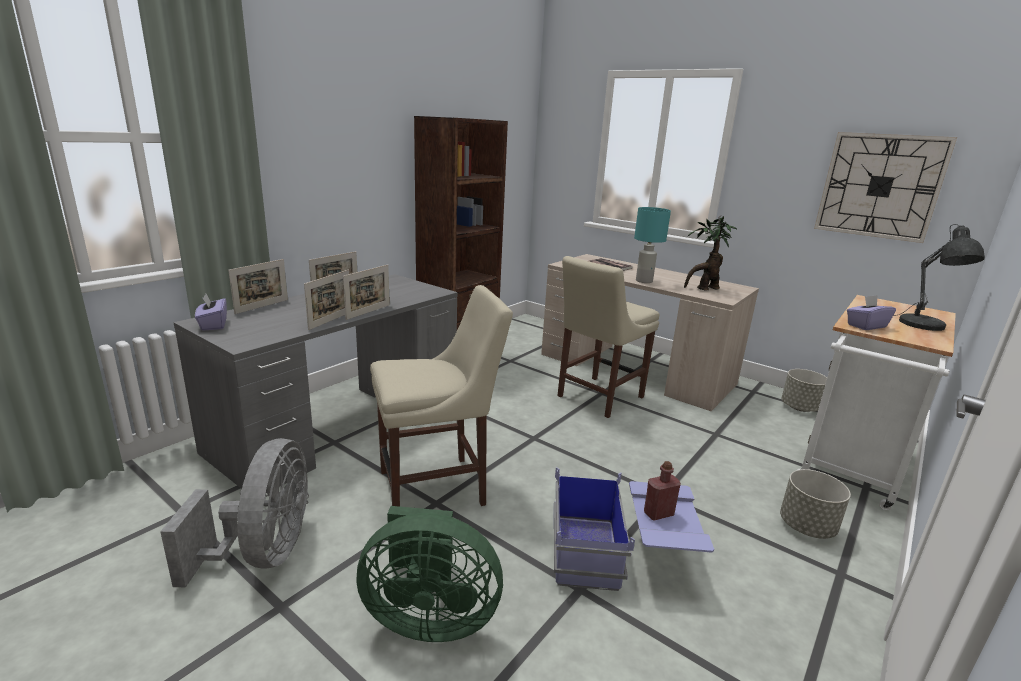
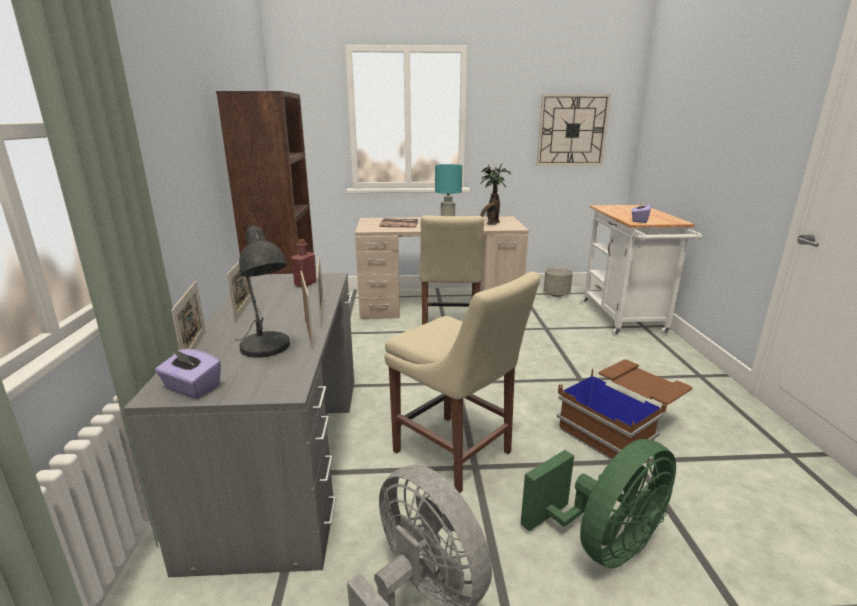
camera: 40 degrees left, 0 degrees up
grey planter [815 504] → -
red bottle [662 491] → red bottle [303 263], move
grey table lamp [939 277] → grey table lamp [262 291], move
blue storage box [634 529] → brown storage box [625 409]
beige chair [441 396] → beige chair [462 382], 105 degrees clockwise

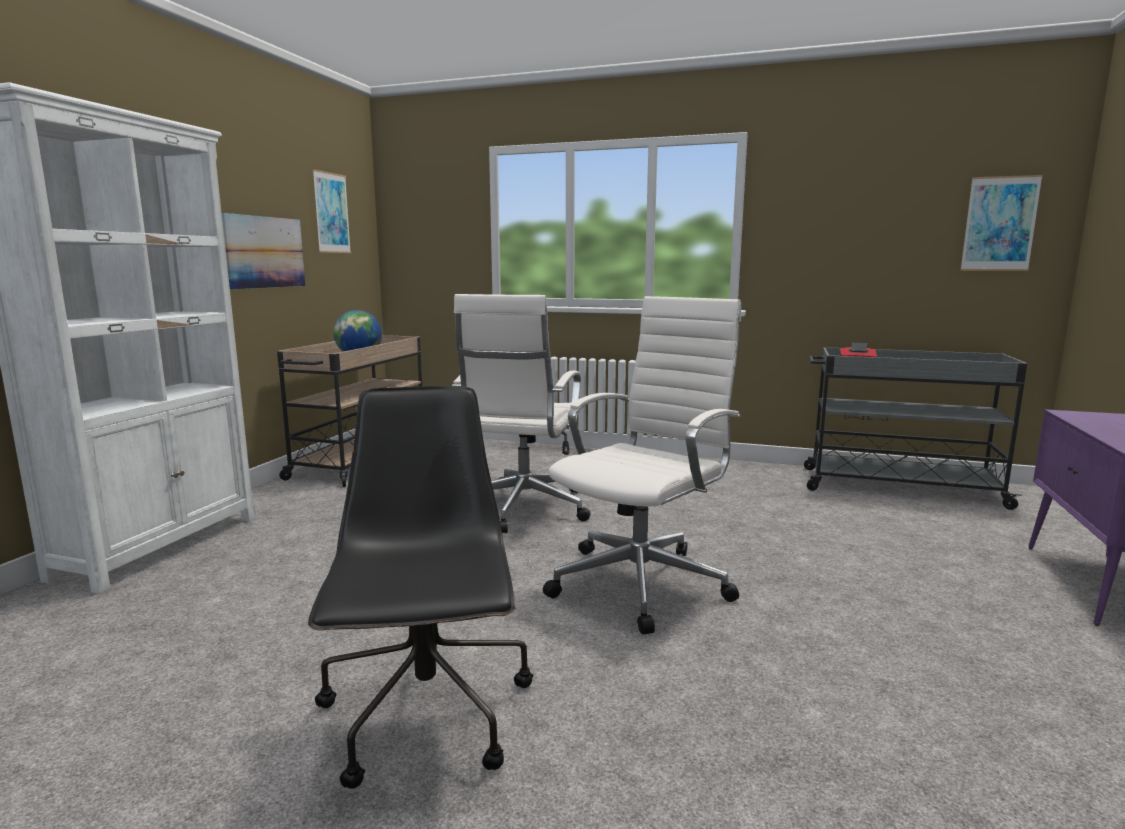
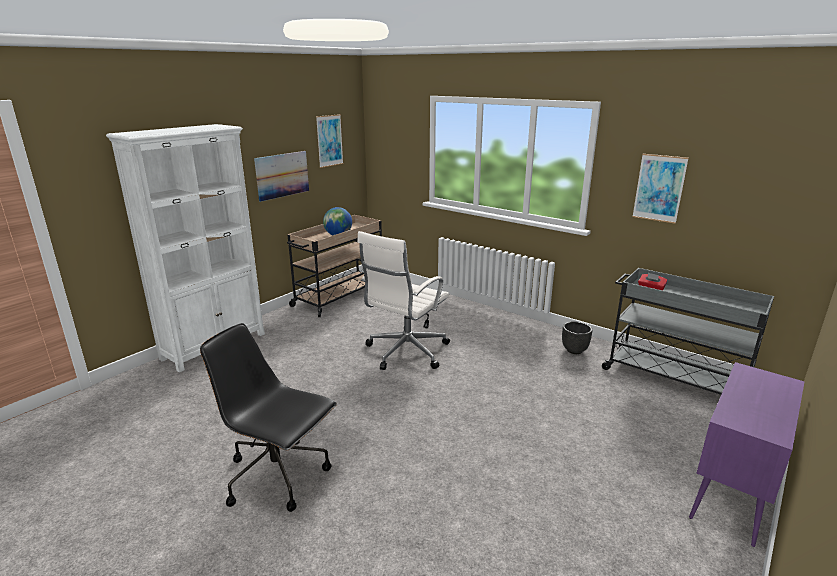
camera: 20 degrees right, 10 degrees up
white office chair [642 465] → -
- → black planter [577 337]
picture [1001 223] → picture [660 189], move
black office chair [420 587] → black office chair [268 417], 75 degrees counterclockwise

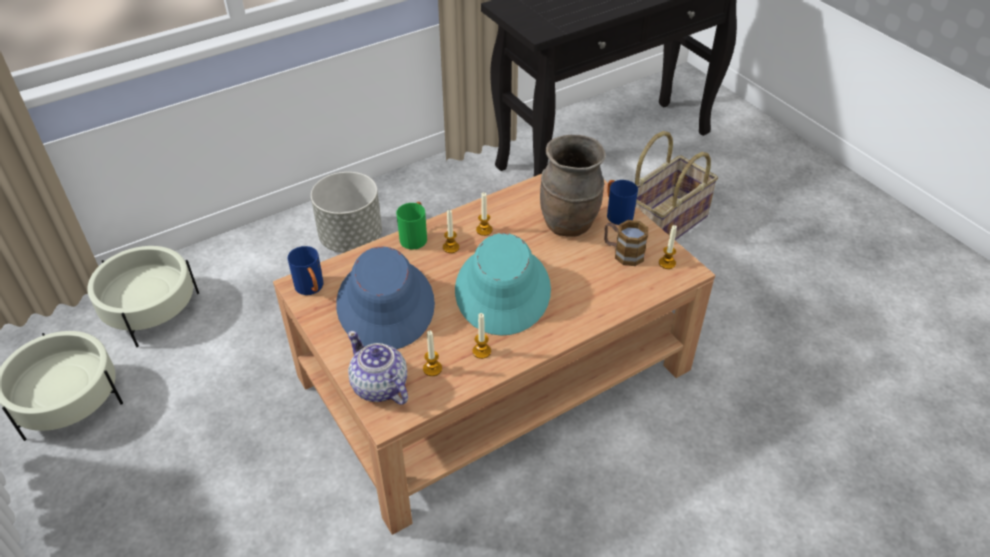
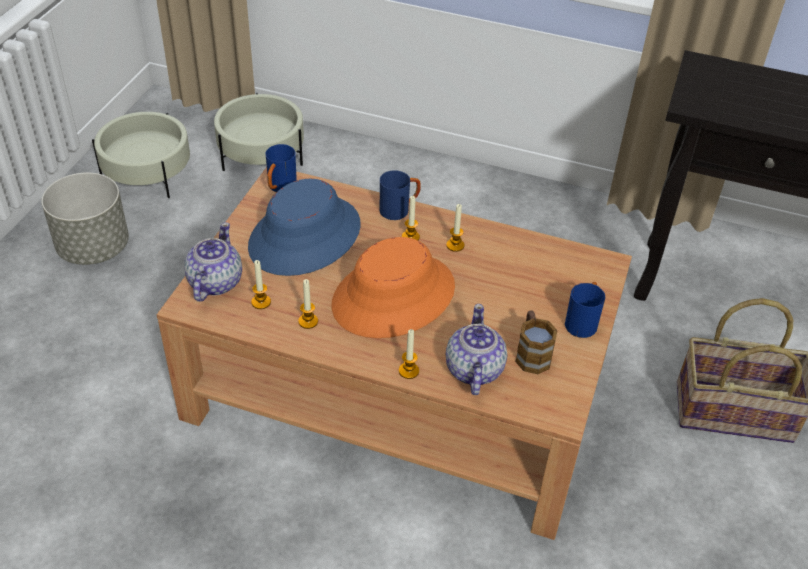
camera: 50 degrees right, 0 degrees up
brown vase [573 186] → -
- → teapot [476 349]
grey planter [346 212] → grey planter [85 219], move
candle [668 247] → candle [409 354], move
green mug [411 226] → blue mug [400 195]
turquoise hat [503 284] → orange hat [393 287]

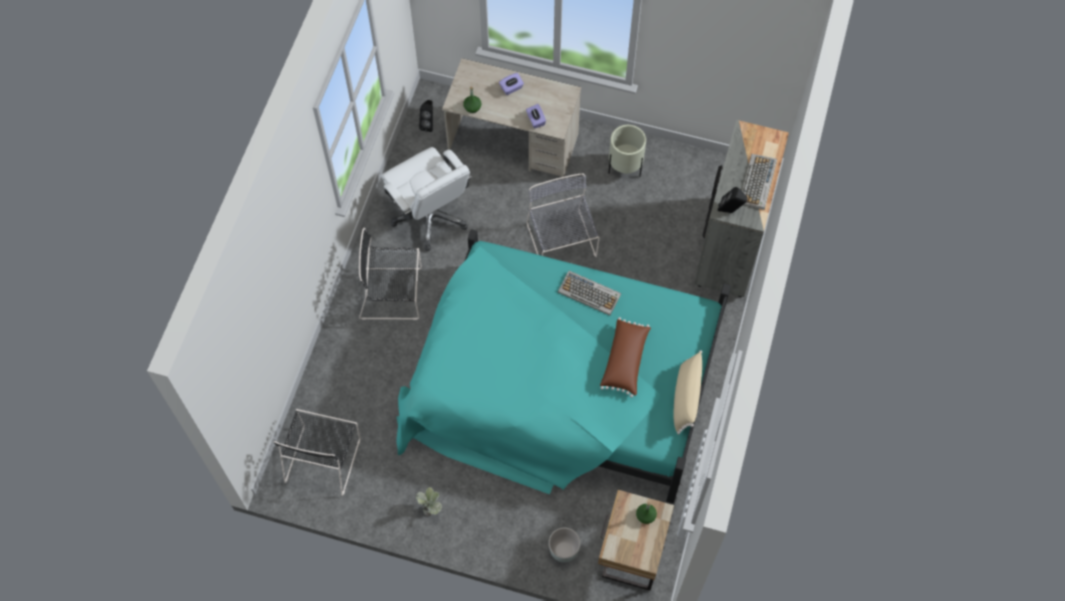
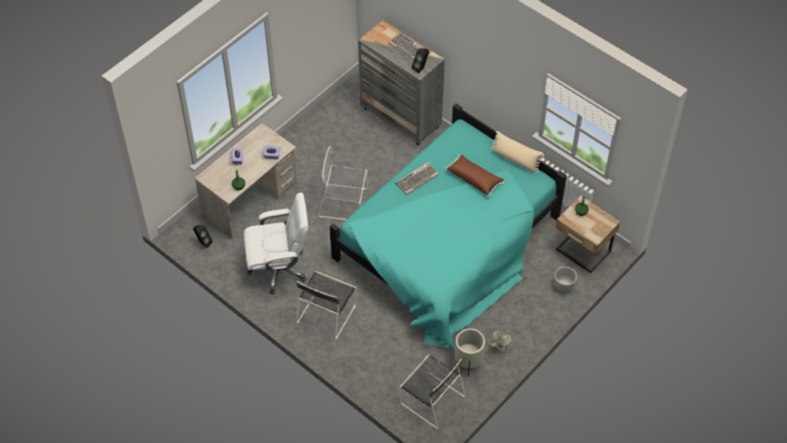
camera: 65 degrees left, 10 degrees down
beige planter [627 151] → beige planter [470 352], move

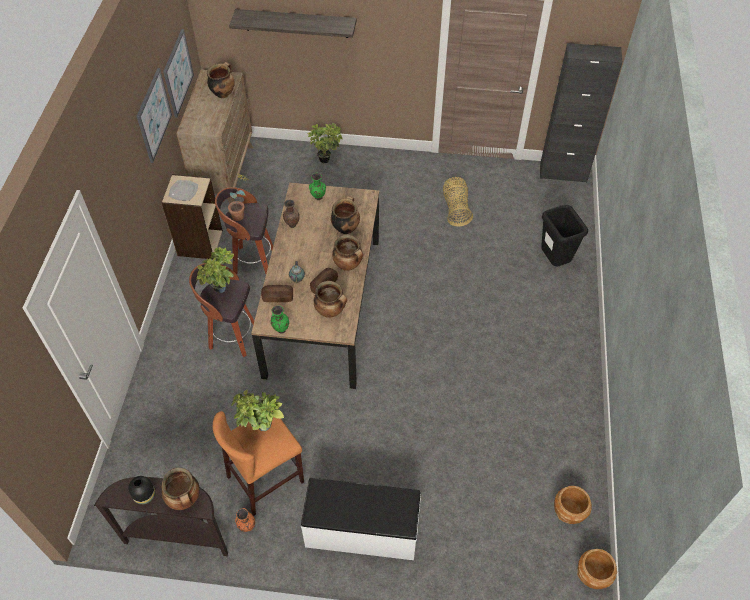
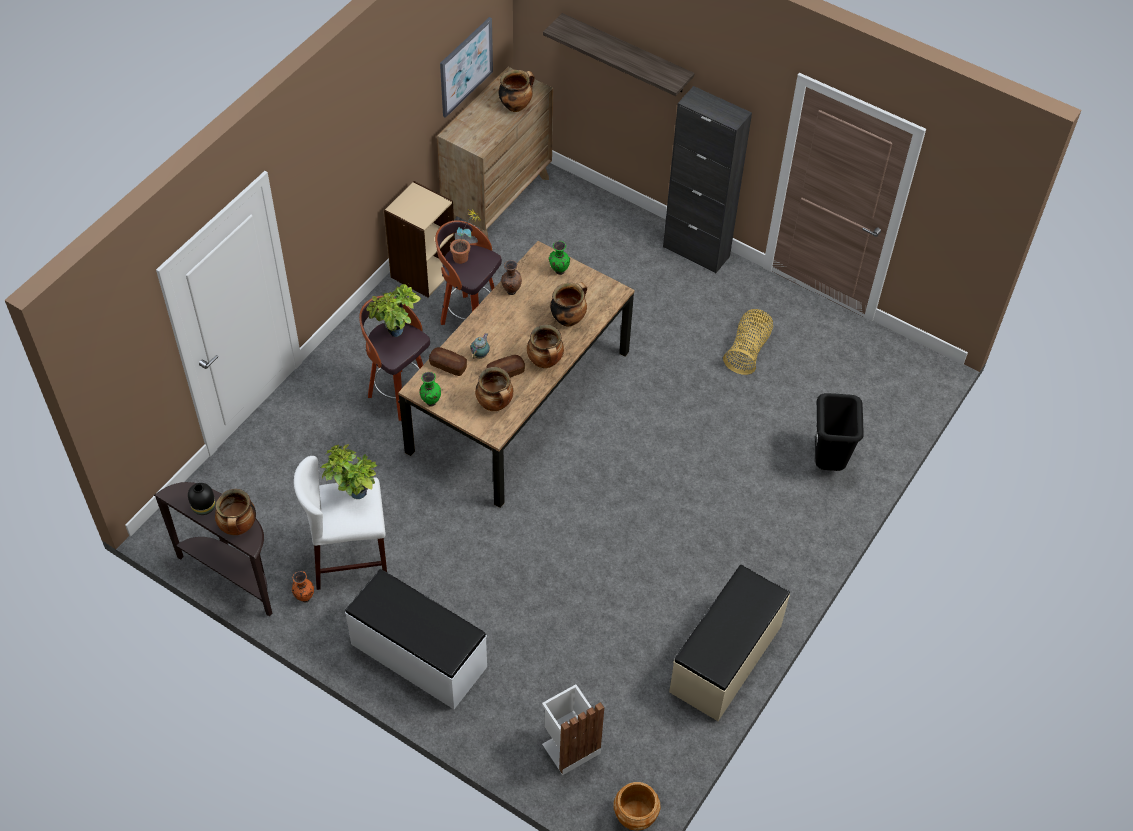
camera: 25 degrees right, 0 degrees up
picture [154 115] → -
plate [183 190] → -
potted plant [324 143] → -
brown planter [573 505] → -
- → white trash can [573 729]
- → beige bench [729 643]
black cabinet [581 113] → black cabinet [707 180], move
orange stool [258 463] → white stool [340 523]

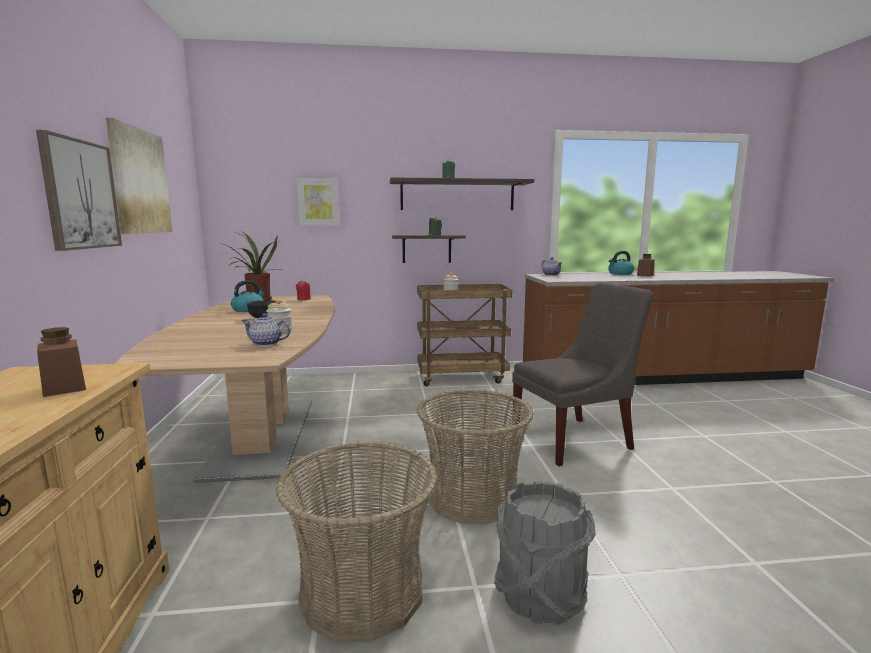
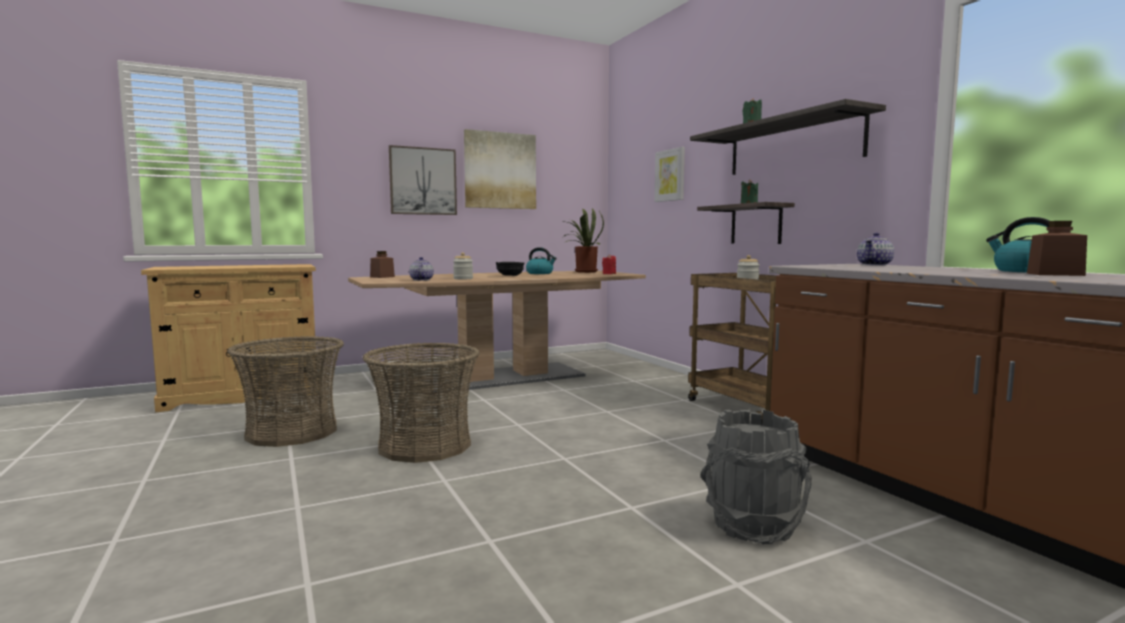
camera: 70 degrees right, 5 degrees down
grey chair [583 374] → -
brown jar [61 362] → brown jar [382 264], move
grey bucket [545 553] → grey bucket [756 477], move

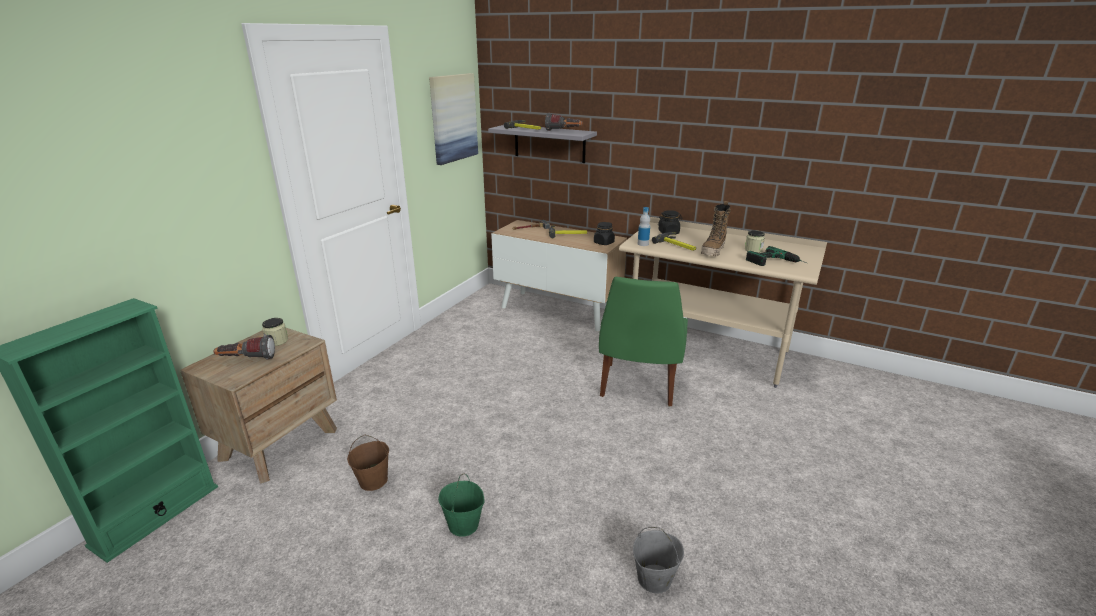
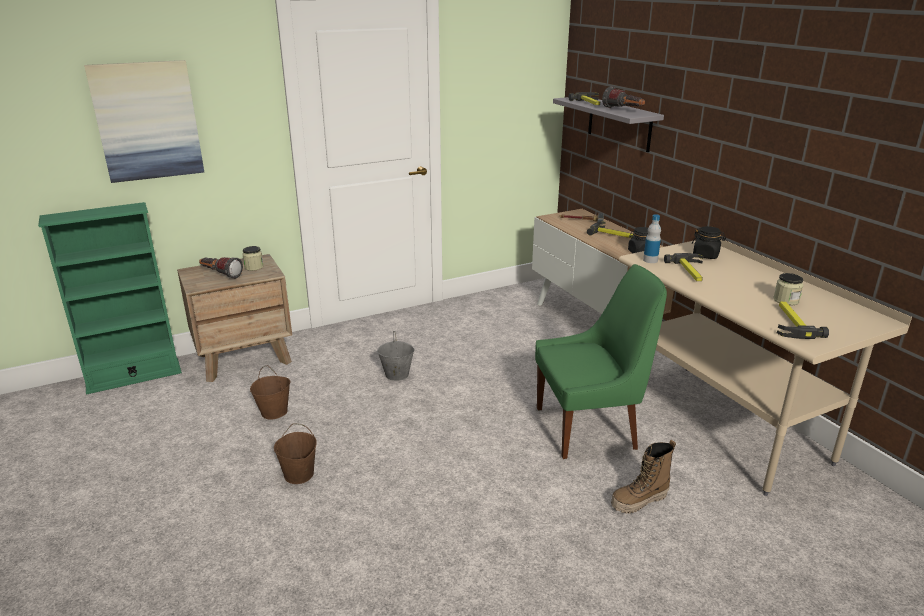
camera: 35 degrees right, 0 degrees up
picture [453 119] → picture [144 121], move
grey bucket [658 560] → grey bucket [396 356], move
boot [716 228] → boot [643 477], move
power drill [776 256] → hammer [803 320]
green bucket [461 505] → brown bucket [295 454]
green chair [643 341] → green chair [601 361], 150 degrees counterclockwise

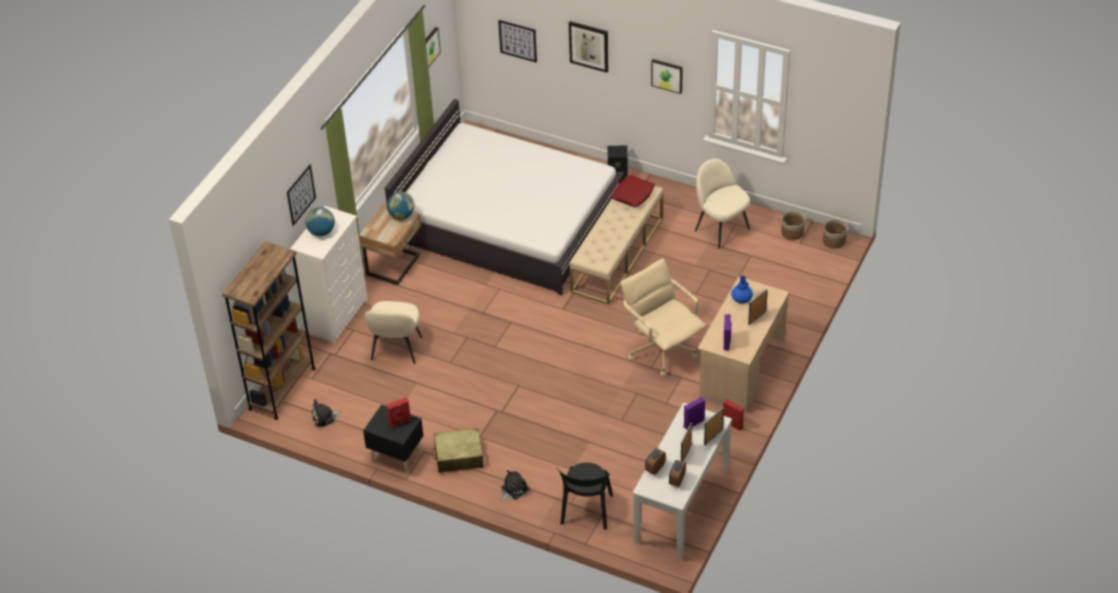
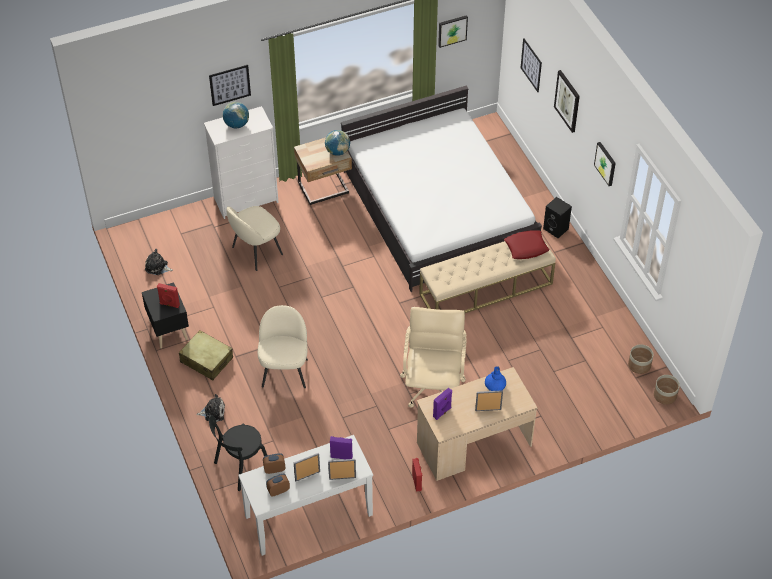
camera: 40 degrees right, 5 degrees up
brown bookcase [269 331] → -
beige chair [722 204] → beige chair [283 346], move

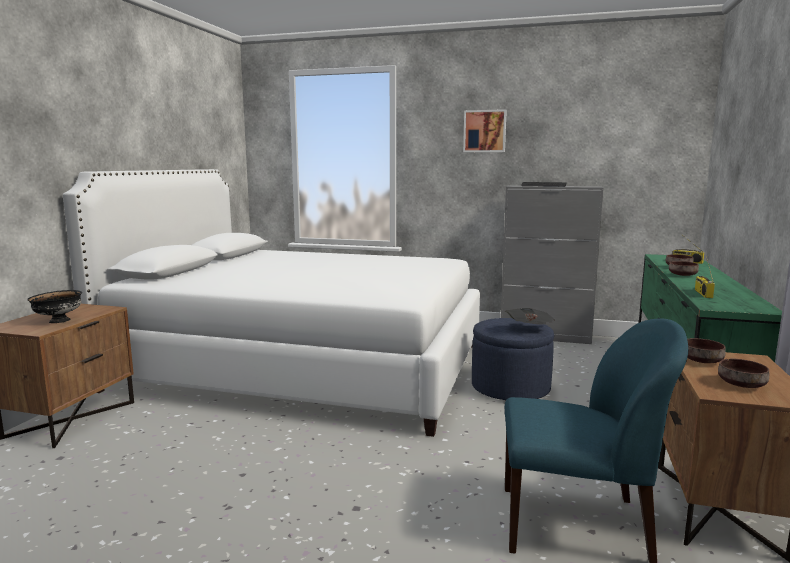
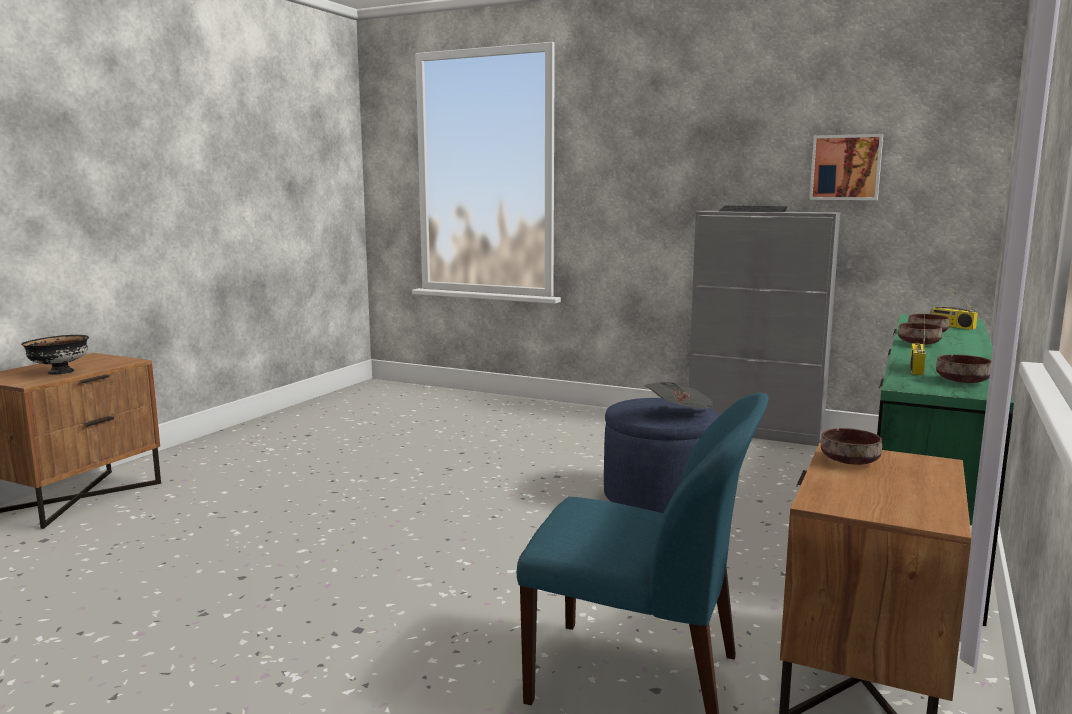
camera: 10 degrees right, 0 degrees up
white bed [271 303] → -
picture [485 130] → picture [846 167], move
brown bowl [743 373] → brown bowl [963 368], move

